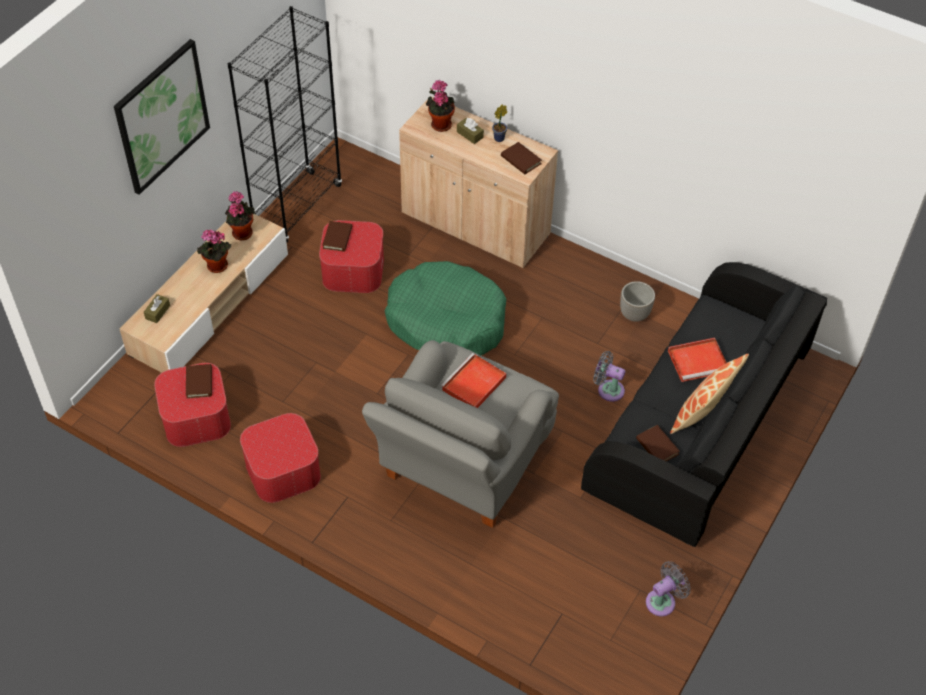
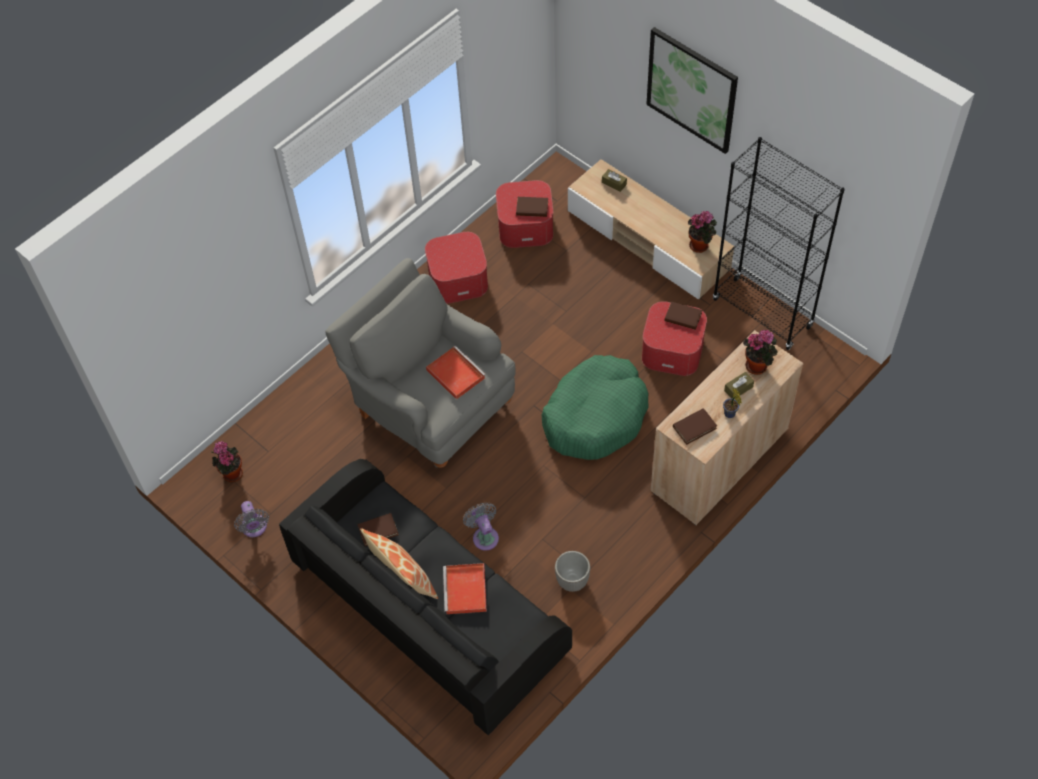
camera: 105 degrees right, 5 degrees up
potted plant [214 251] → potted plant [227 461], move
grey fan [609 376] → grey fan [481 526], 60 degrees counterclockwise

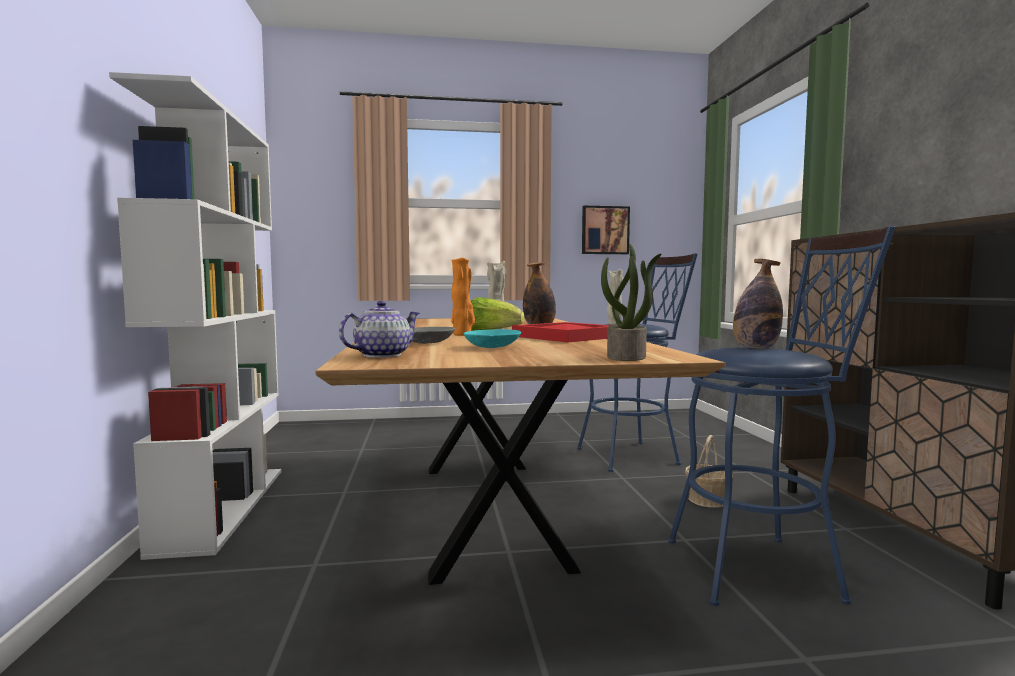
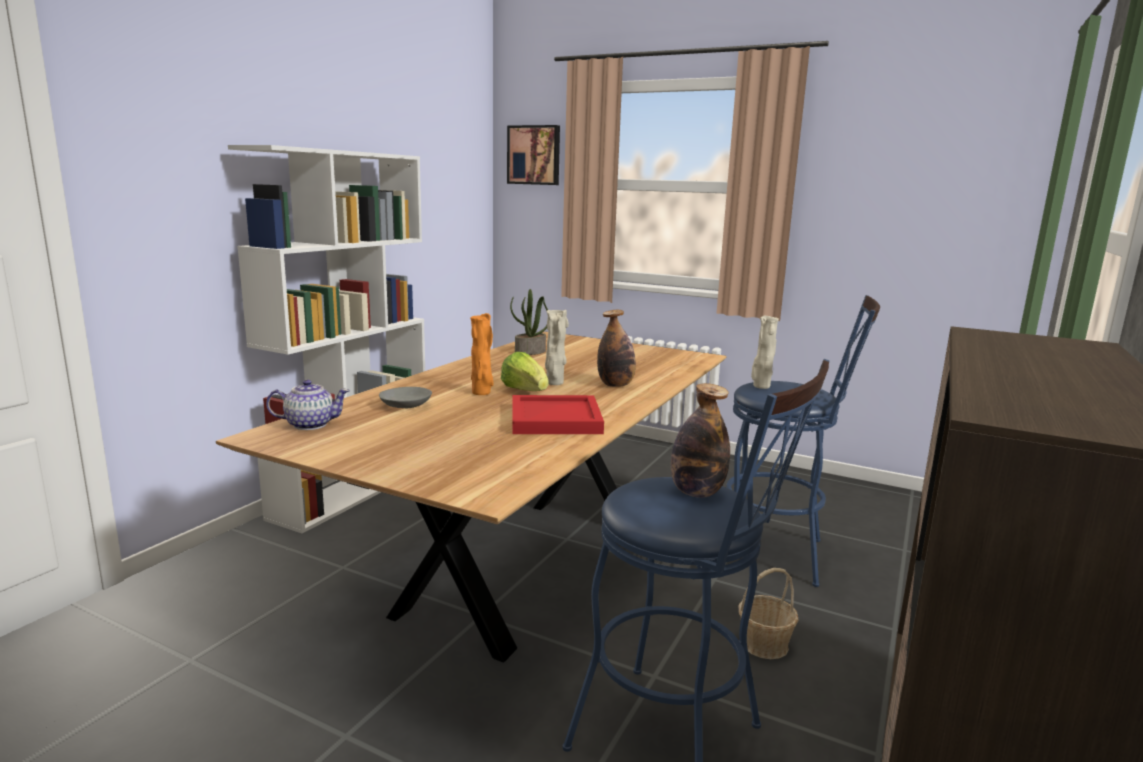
camera: 35 degrees right, 10 degrees up
turquoise bowl [492 338] → -
picture [606 230] → picture [533 155], move
potted plant [631 302] → potted plant [529 322], move

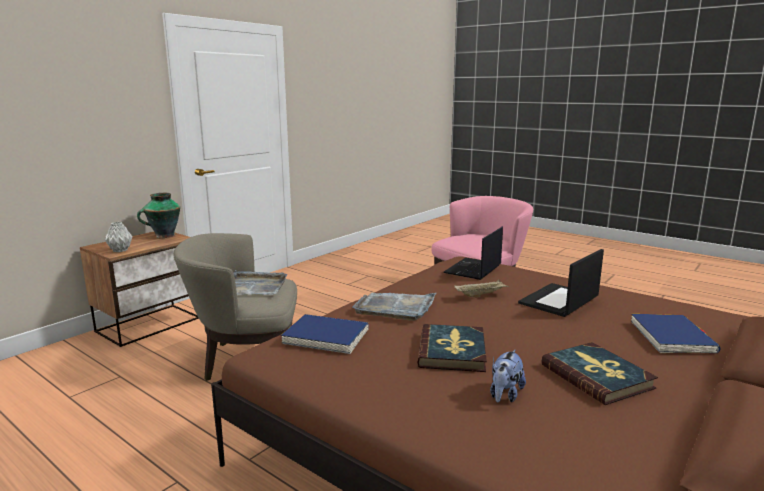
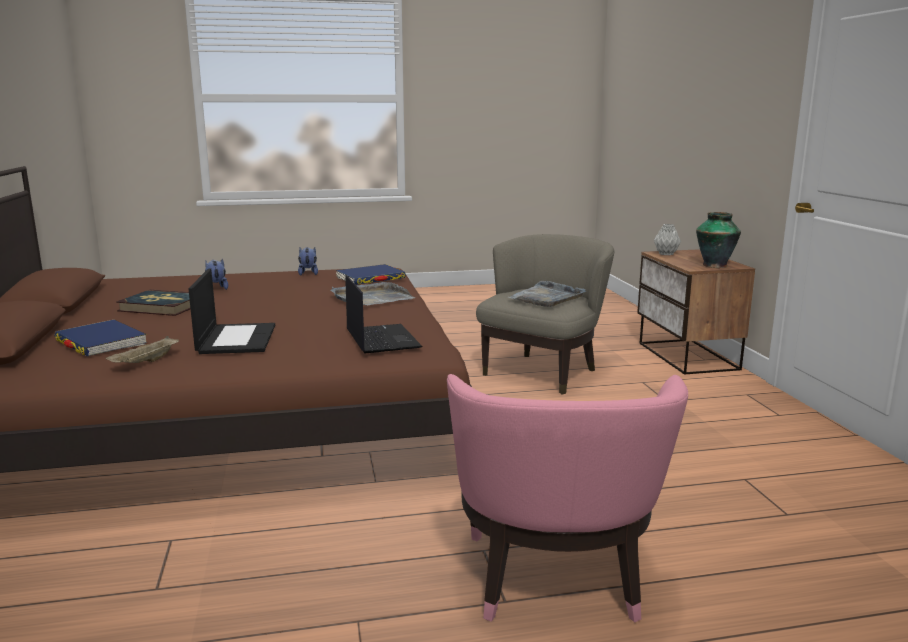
camera: 130 degrees right, 0 degrees up
book [452 348] → -
- → plush toy [308 261]
beige tray [481 288] → beige tray [142 349], move

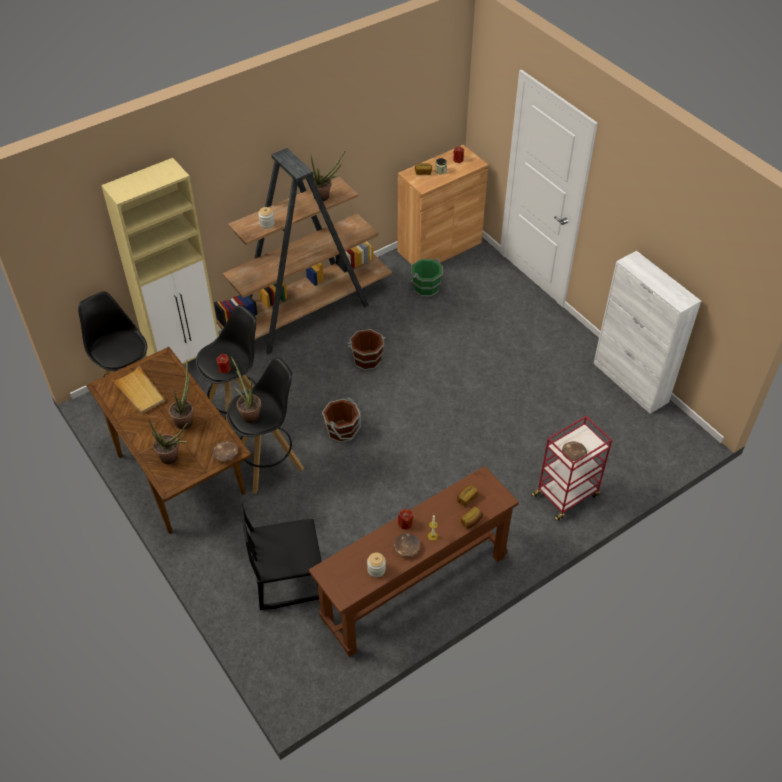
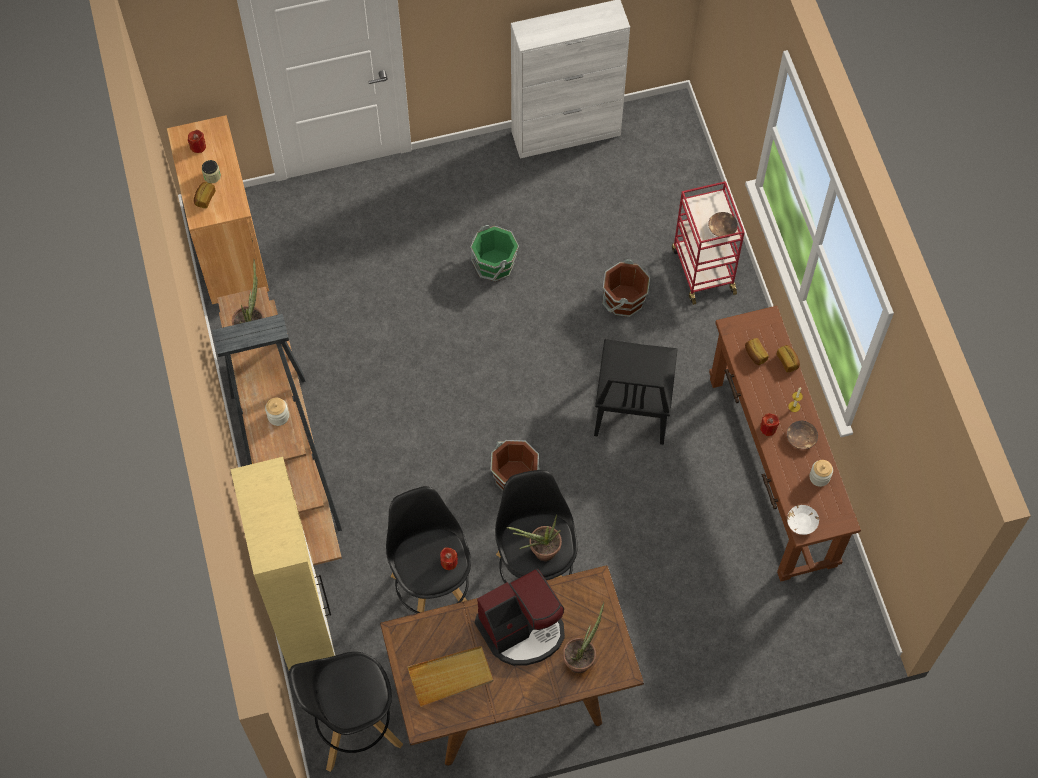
camera: 70 degrees left, 15 degrees up
brown bowl [225 451] → -
- → white bowl [803 520]
black chair [281 556] → black chair [636 392], move
brown bucket [366 350] → brown bucket [626 288], move
green bucket [425 278] → green bucket [494 253], move
potted plant [181 395] → coffee machine [520 617]

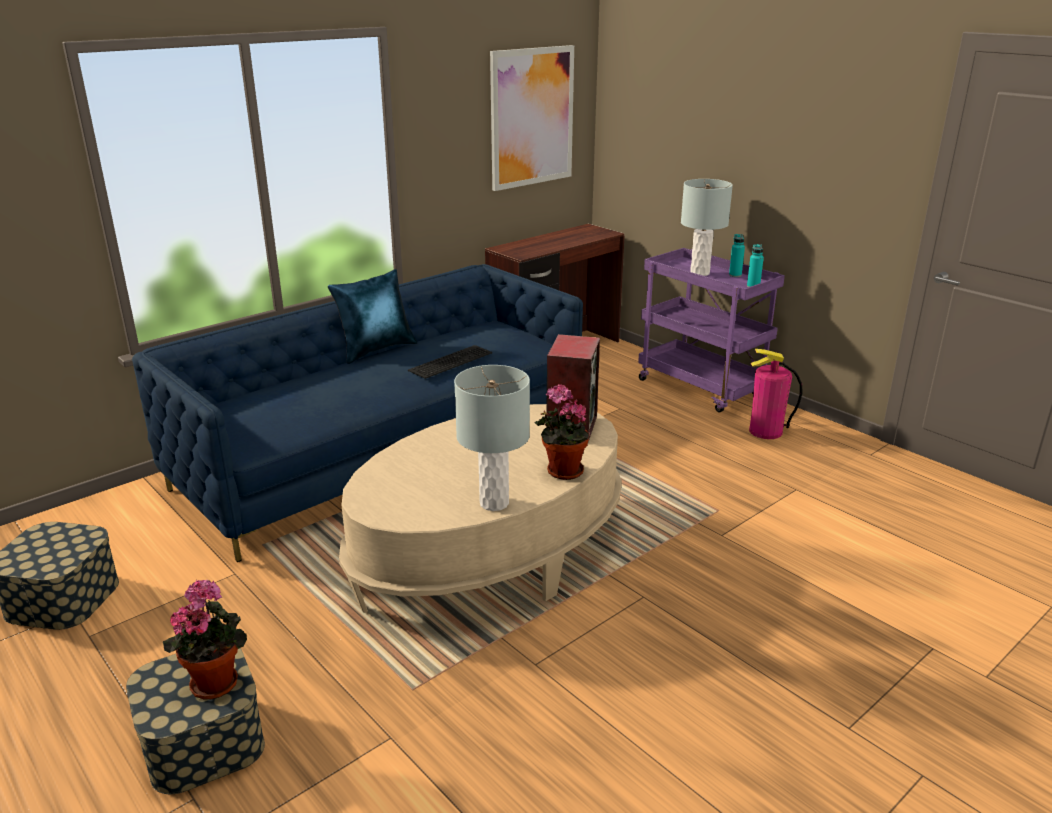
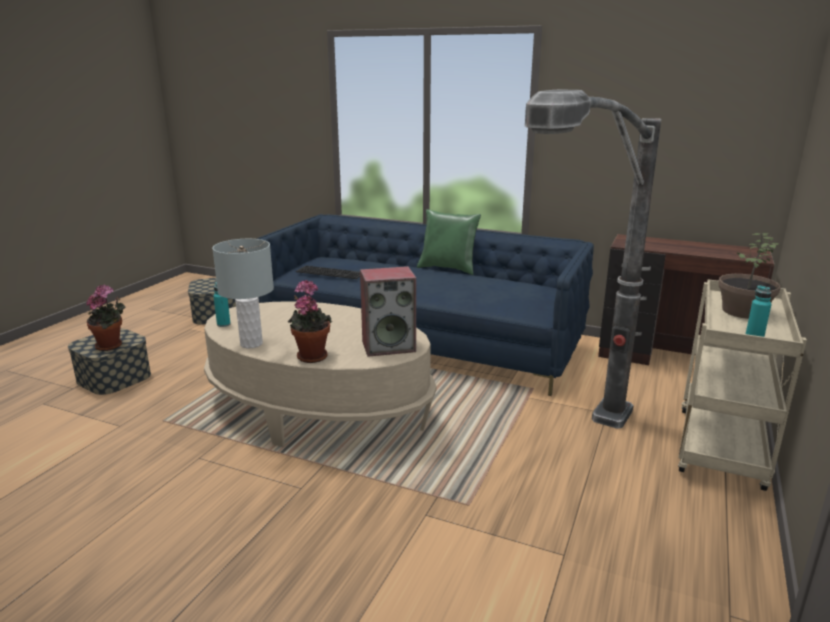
camera: 65 degrees right, 5 degrees down
picture [532 118] → -
fire extinguisher [775 394] → -
- → floor lamp [593 259]
keyboard [450 362] → keyboard [328 272], move
turquoise bottle [737 255] → turquoise bottle [222 304], move
grey table lamp [707 227] → potted plant [749 276]
blue pillow [372 316] → green pillow [449 242]
purple cart [711 330] → beige cart [742 385]

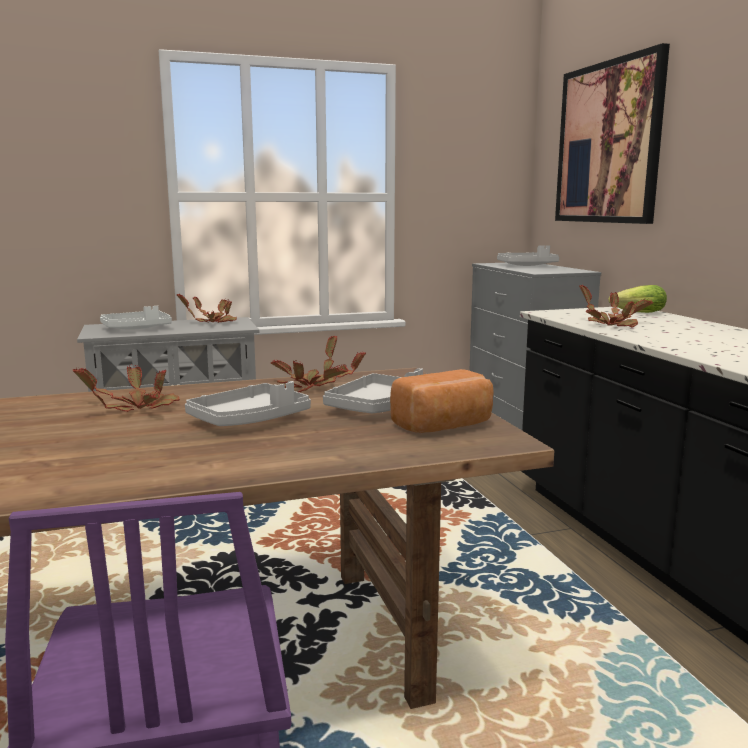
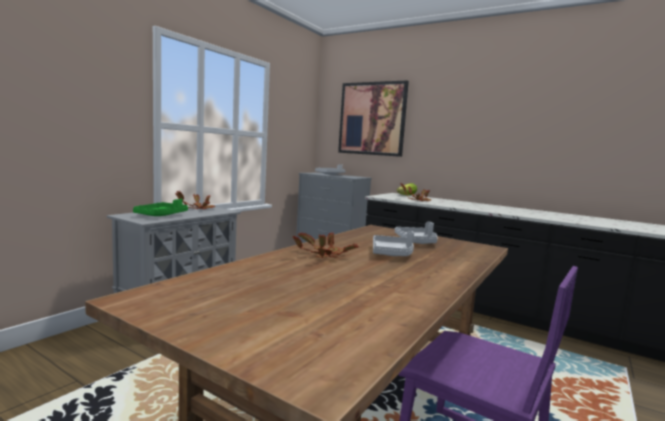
camera: 40 degrees left, 5 degrees down
potted plant [318 364] → -
bread [442 401] → -
white tray [136 317] → green tray [160 207]

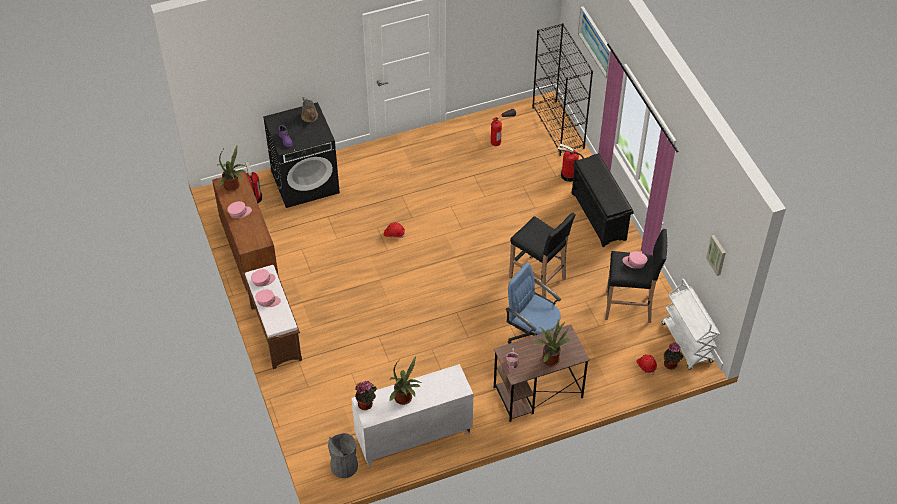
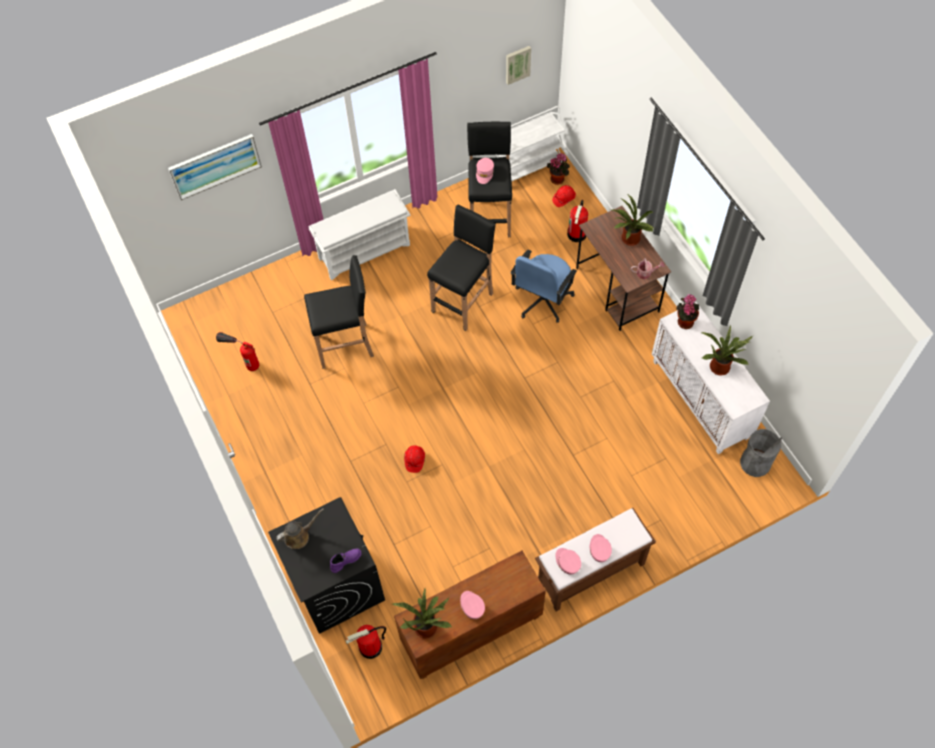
camera: 95 degrees left, 10 degrees up
black bookcase [562 89] → -
- → black stool [339 312]
potted plant [366 395] → potted plant [687 311], move
fire extinguisher [570 163] → fire extinguisher [577 221], move
black shoe rack [602 200] → white shoe rack [359 234]

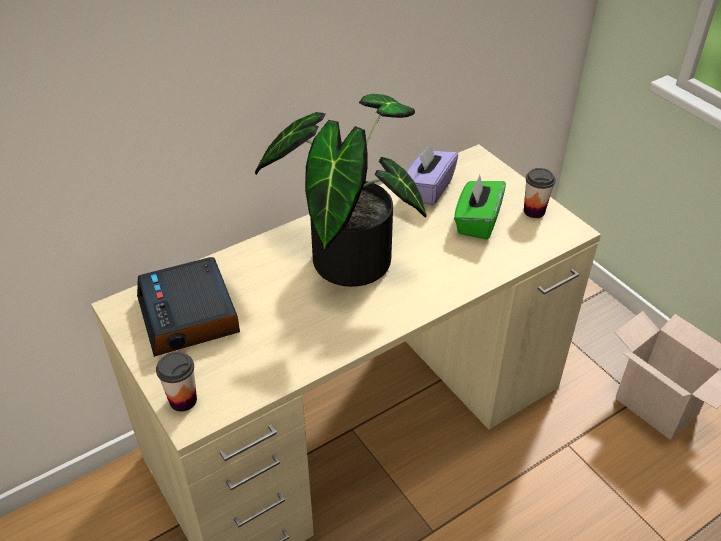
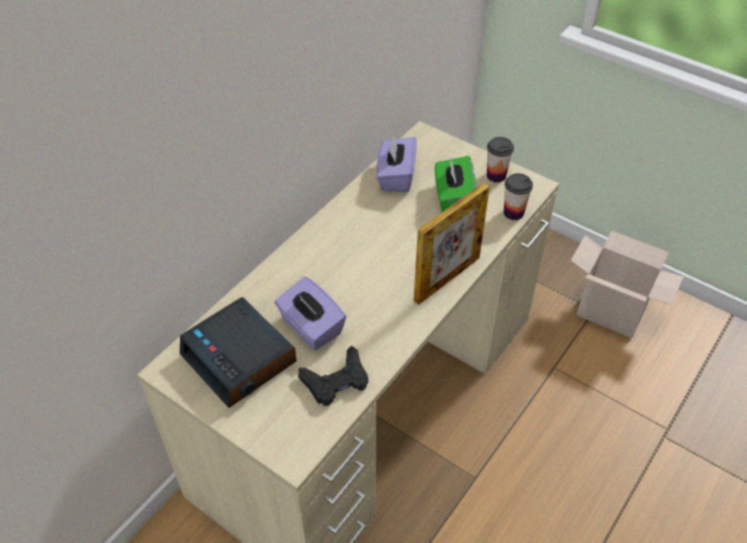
camera: 20 degrees left, 5 degrees up
potted plant [340 190] → -
- → purple tissue box [310 313]
- → black game controller [333 376]
- → picture frame [452 244]
cup [176 382] → cup [518 196], move

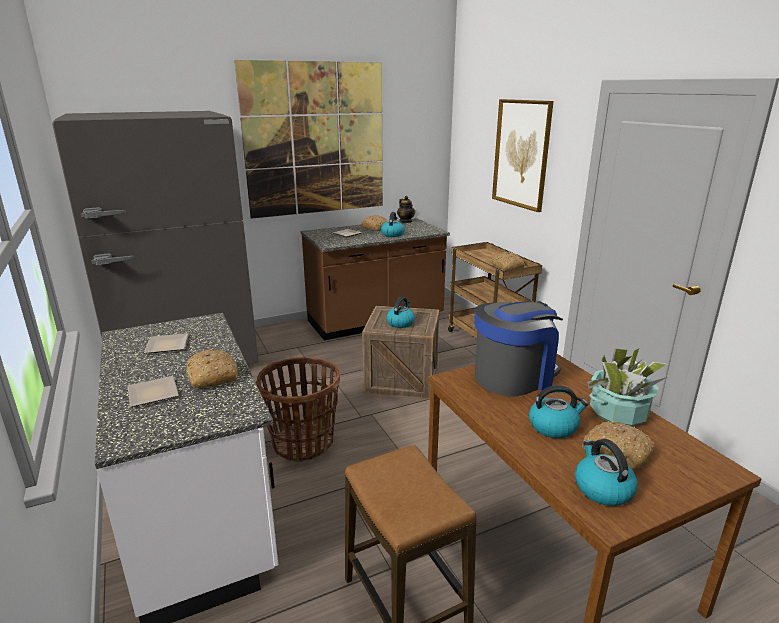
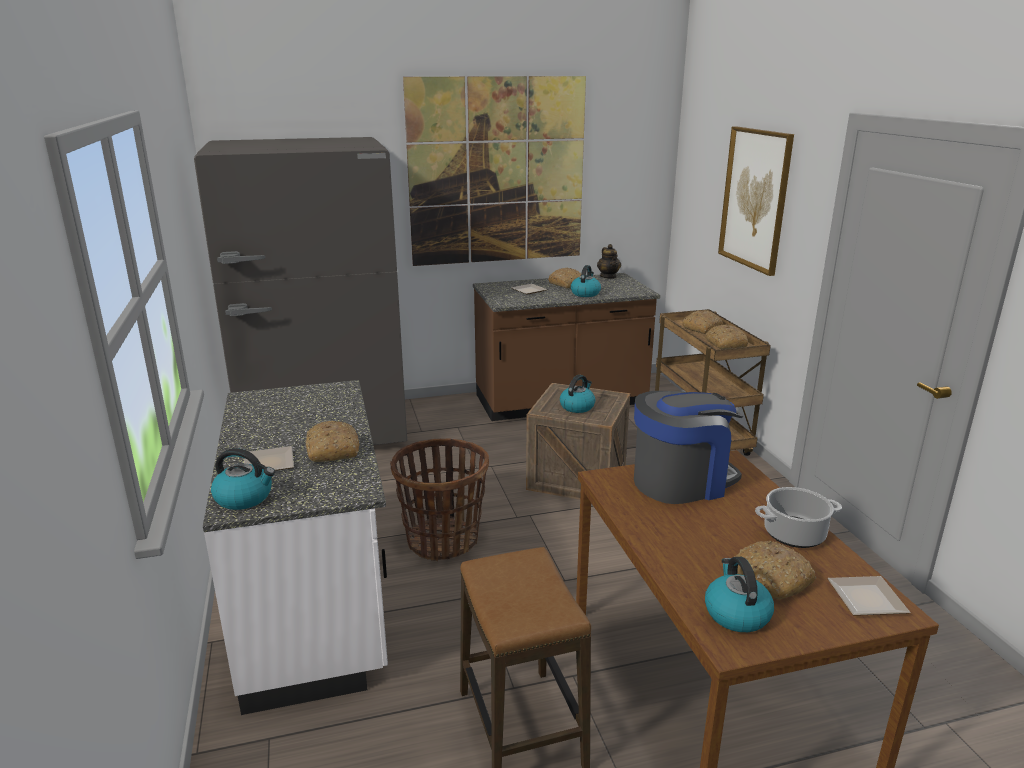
camera: 10 degrees right, 0 degrees up
- → bread [702 322]
plate [166 343] → plate [868 596], move
kettle [559 411] → kettle [243 479], move
potted plant [627 387] → cooking pot [798 517]

